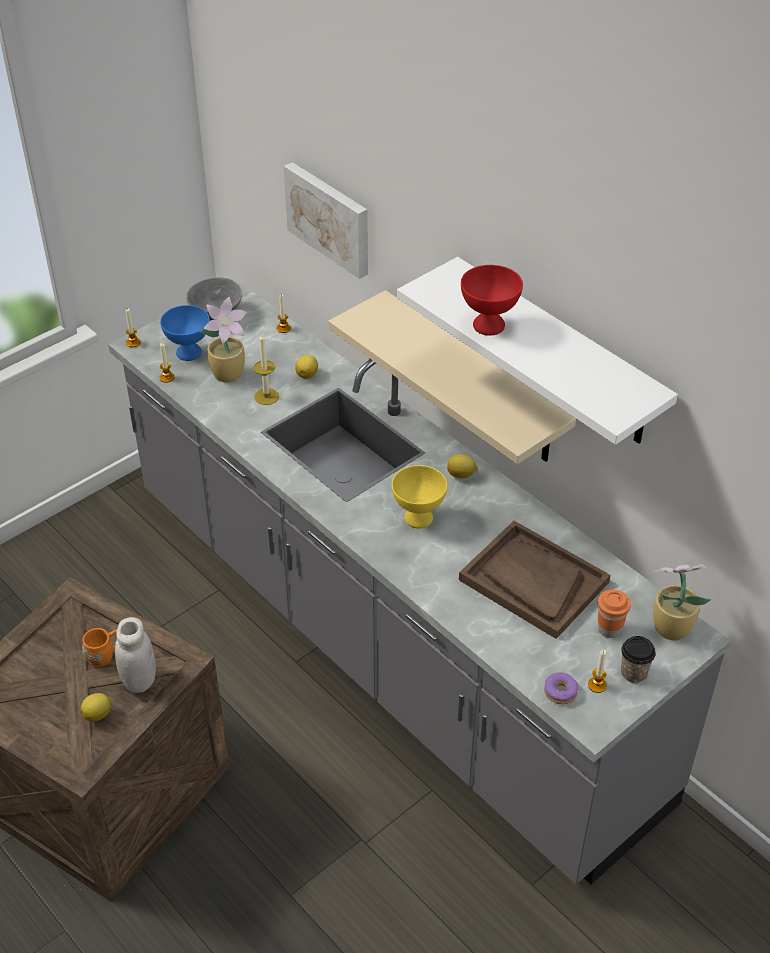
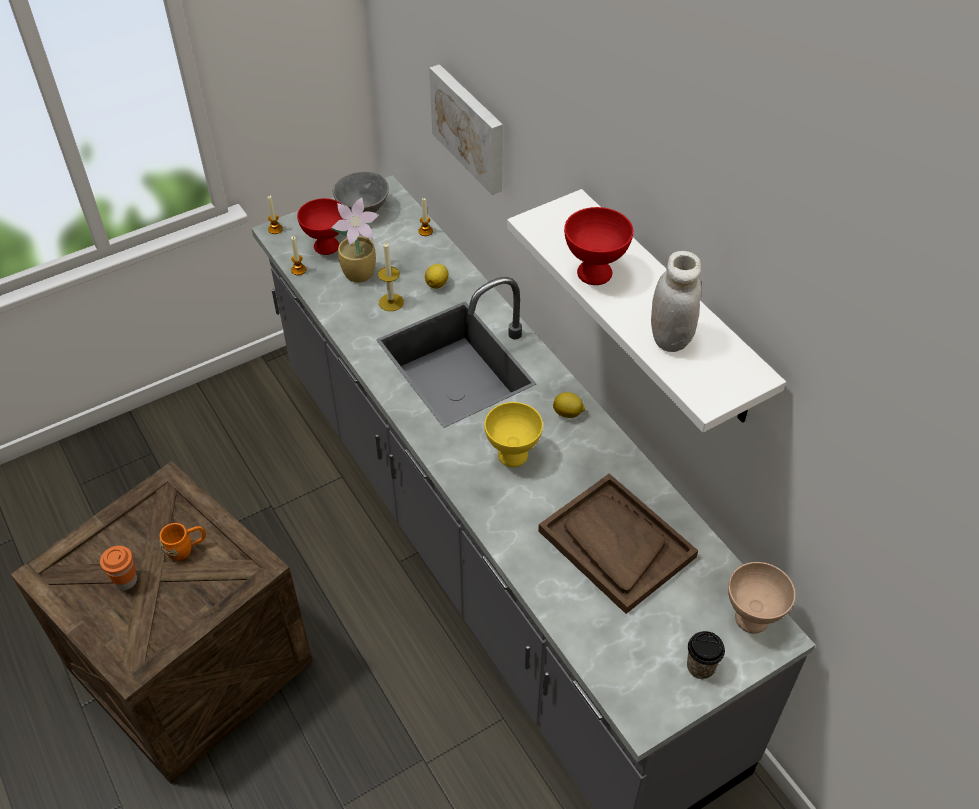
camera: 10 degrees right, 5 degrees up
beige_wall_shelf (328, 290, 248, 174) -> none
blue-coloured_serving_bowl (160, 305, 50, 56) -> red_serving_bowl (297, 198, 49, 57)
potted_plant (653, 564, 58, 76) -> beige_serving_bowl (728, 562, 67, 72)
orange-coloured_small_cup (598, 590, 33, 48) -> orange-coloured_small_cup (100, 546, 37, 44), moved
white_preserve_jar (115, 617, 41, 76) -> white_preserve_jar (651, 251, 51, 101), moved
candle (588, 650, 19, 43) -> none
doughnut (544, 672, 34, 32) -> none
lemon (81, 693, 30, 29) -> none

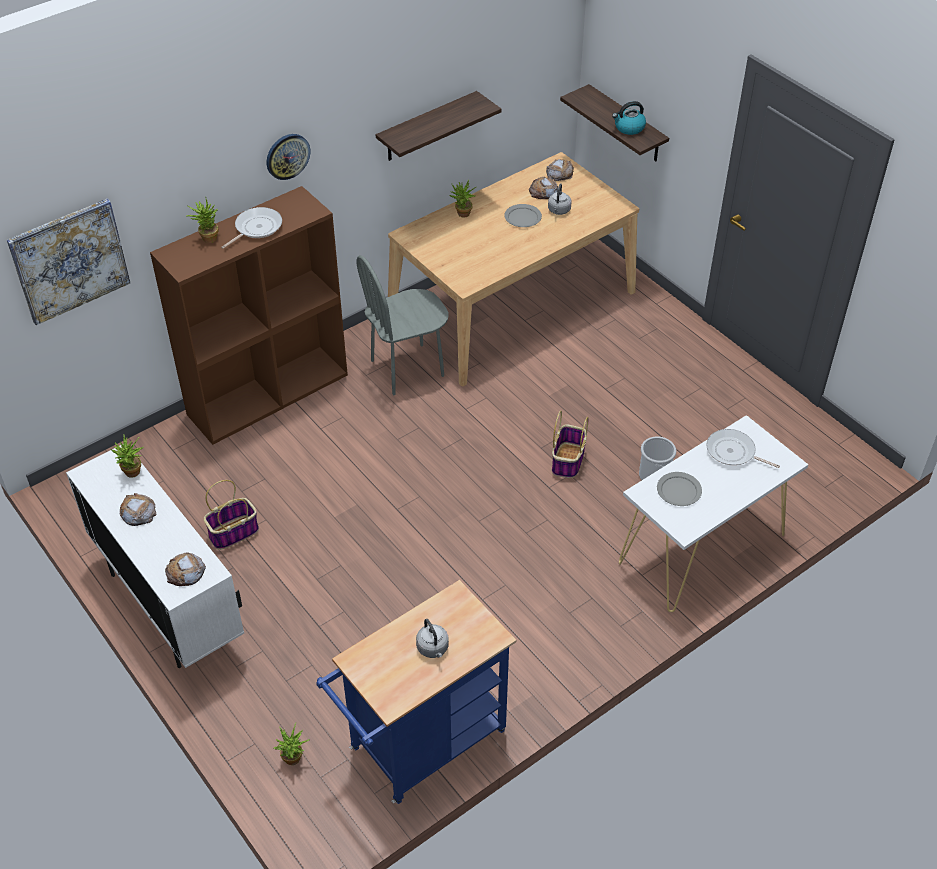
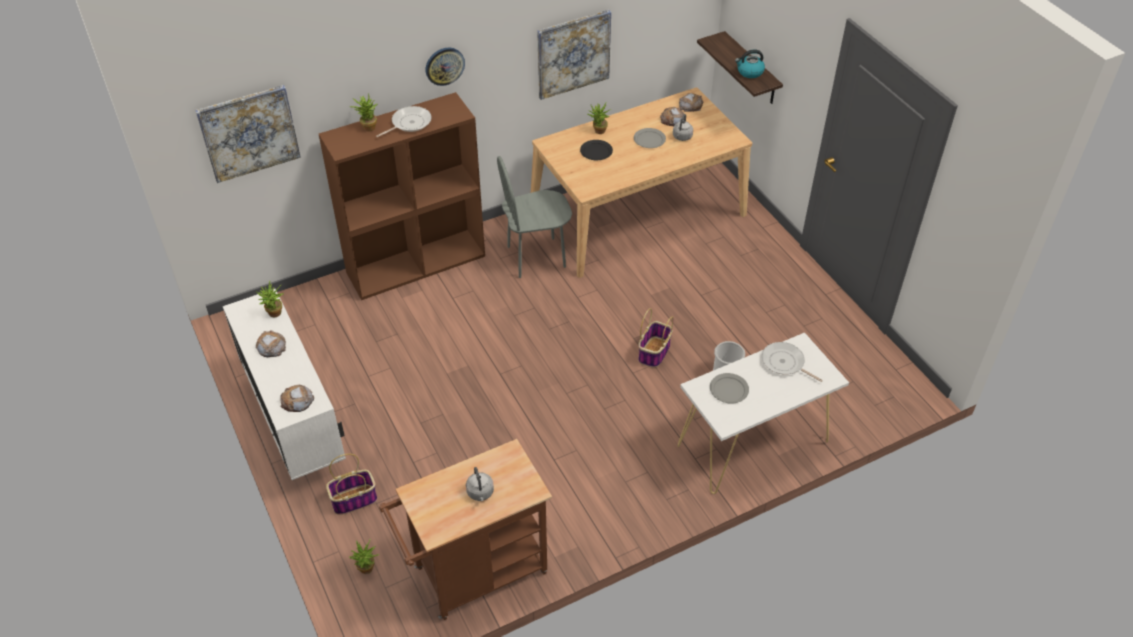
camera: 10 degrees right, 0 degrees up
wall_shelf (376, 91, 126, 70) -> wall_art (537, 10, 74, 90)
household_basket (204, 480, 55, 70) -> household_basket (326, 454, 52, 61), moved
blue-coloured_cart (316, 580, 200, 224) -> brown_cart (379, 439, 173, 181)
none -> blackish_plate (580, 140, 33, 20)

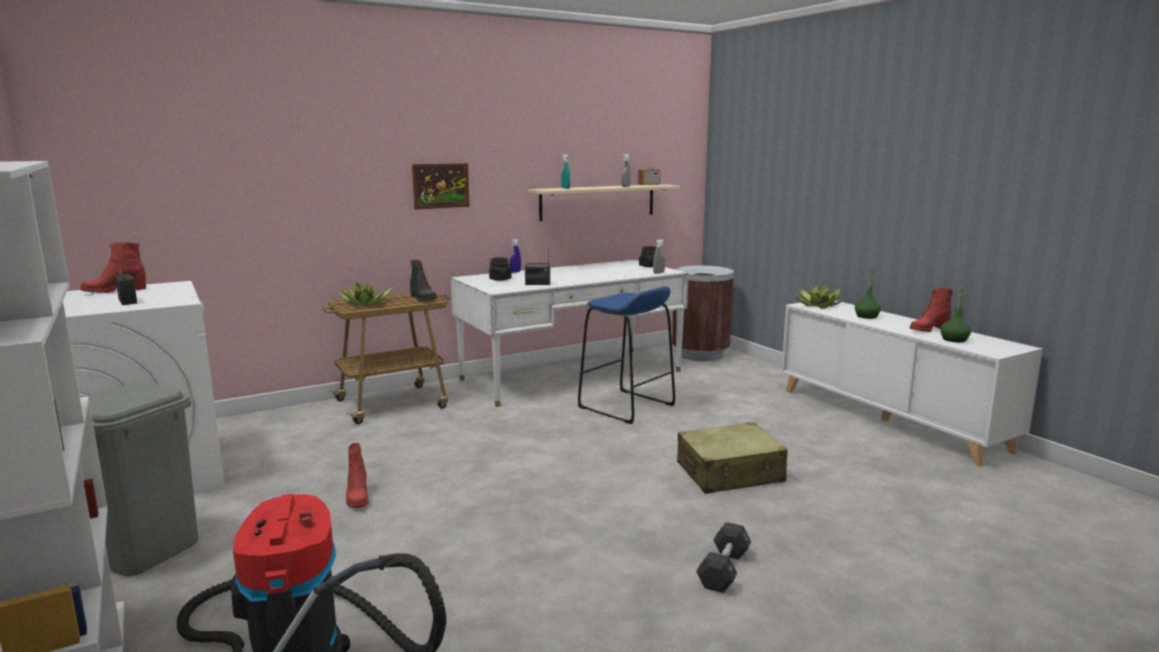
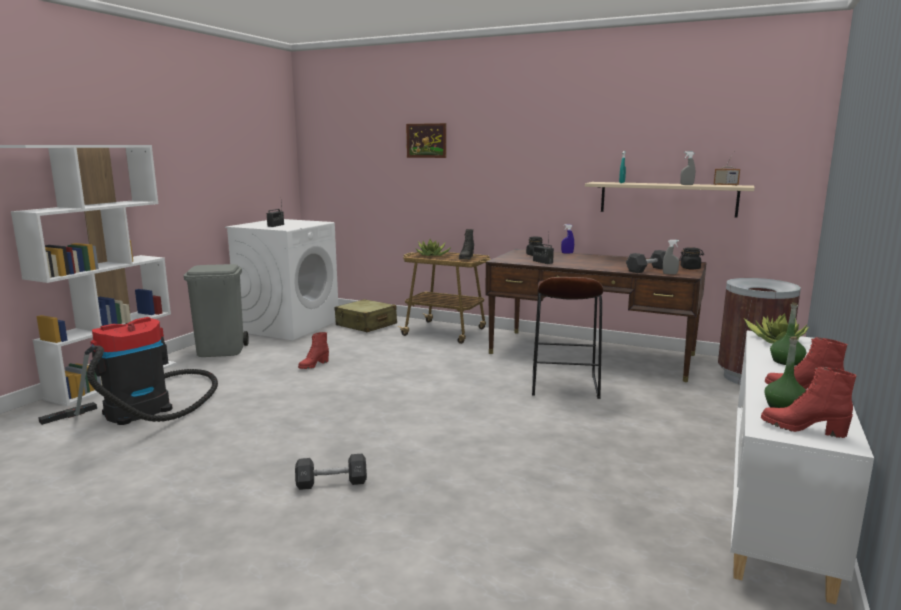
camera: 55 degrees right, 0 degrees up
wall_art (412, 163, 58, 46) -> wall_art (406, 123, 40, 35), moved
red_tall_boot (80, 242, 66, 51) -> red_tall_boot (761, 367, 96, 71), moved
white_desk_unit (450, 260, 238, 147) -> brown_desk_unit (485, 249, 222, 133)
blue-coloured_stool_seat (578, 286, 97, 138) -> brown_stool_seat (532, 277, 71, 122)
beige_piece_of_luggage (677, 422, 111, 72) -> beige_piece_of_luggage (334, 299, 63, 33), moved
none -> blackish_hand_weight (626, 250, 40, 23)

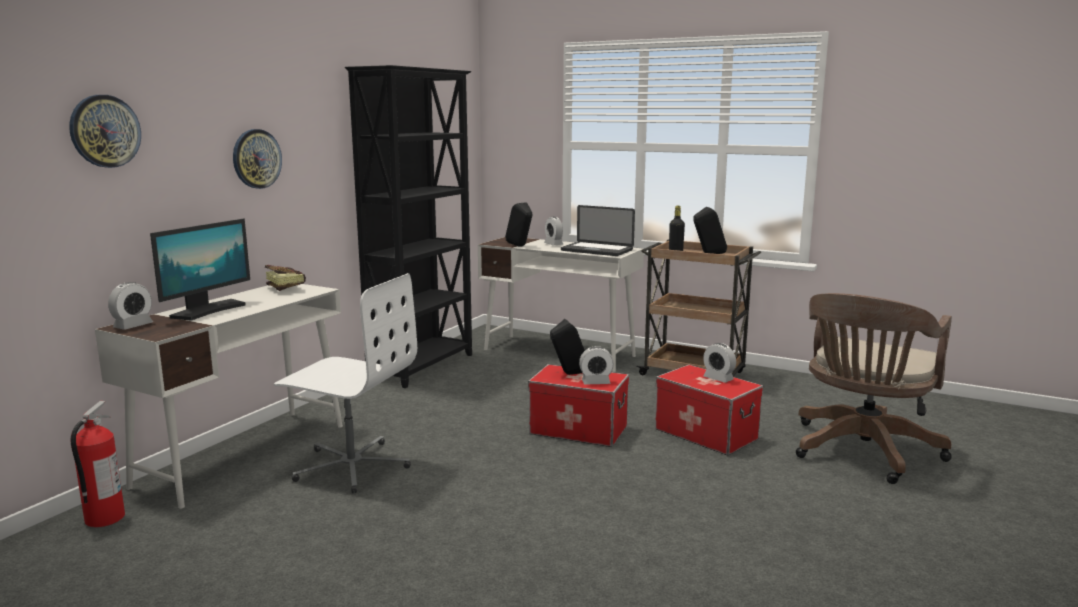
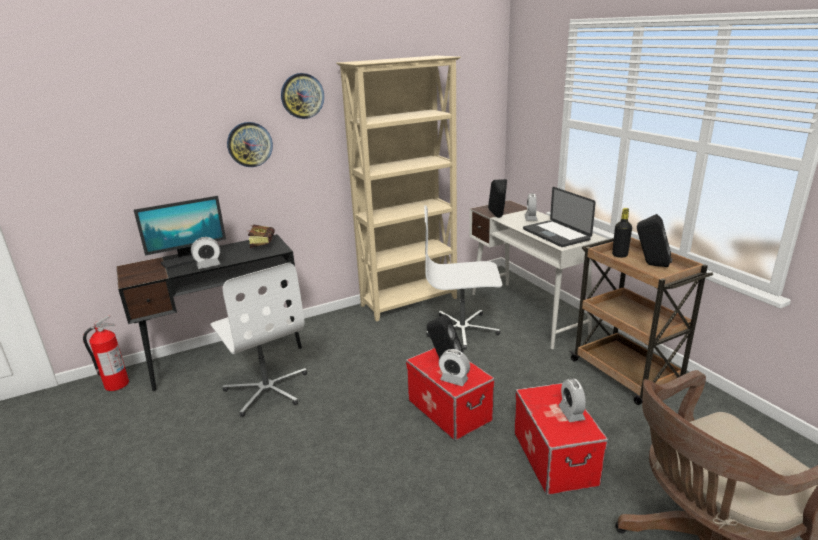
camera: 35 degrees right, 10 degrees up
blackish_bookshelf (345, 65, 127, 323) -> beige_bookshelf (336, 56, 125, 266)
hanging_clock (69, 95, 72, 73) -> hanging_clock (281, 73, 43, 46), moved
bedside_clock (108, 282, 45, 48) -> bedside_clock (191, 237, 29, 32), moved
white_desk_unit (95, 284, 248, 225) -> blackish_desk_unit (117, 234, 185, 157)
none -> white_office_chair (425, 205, 77, 145)

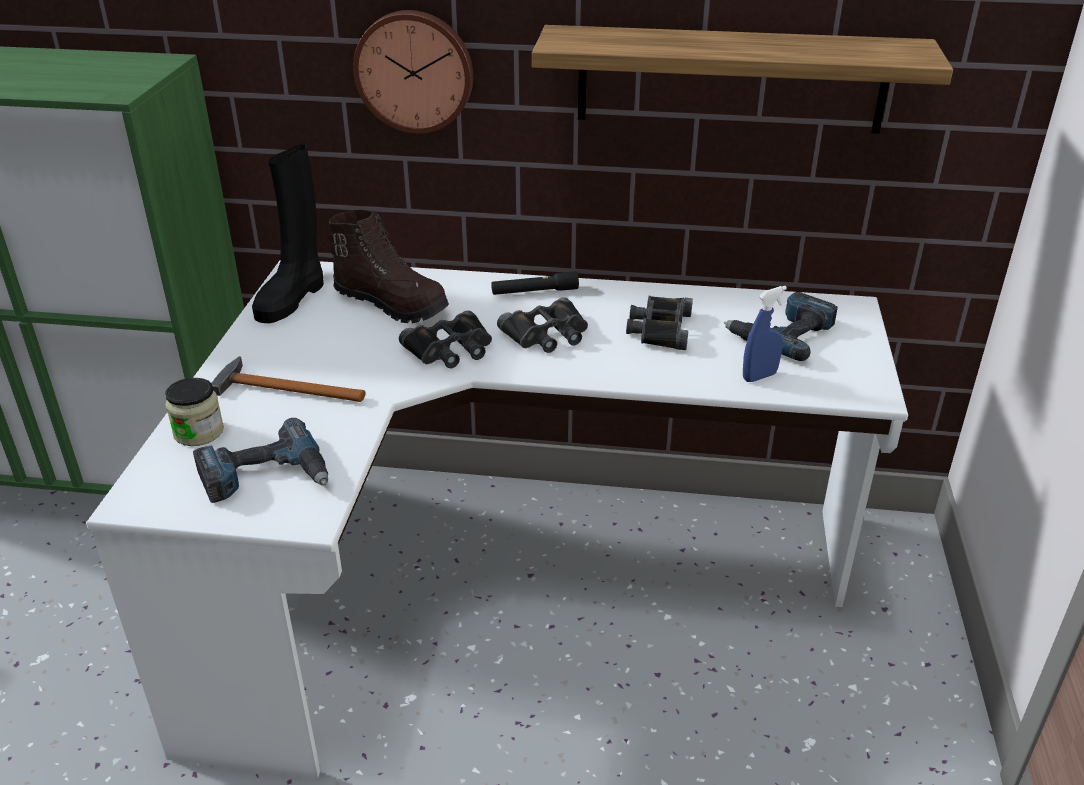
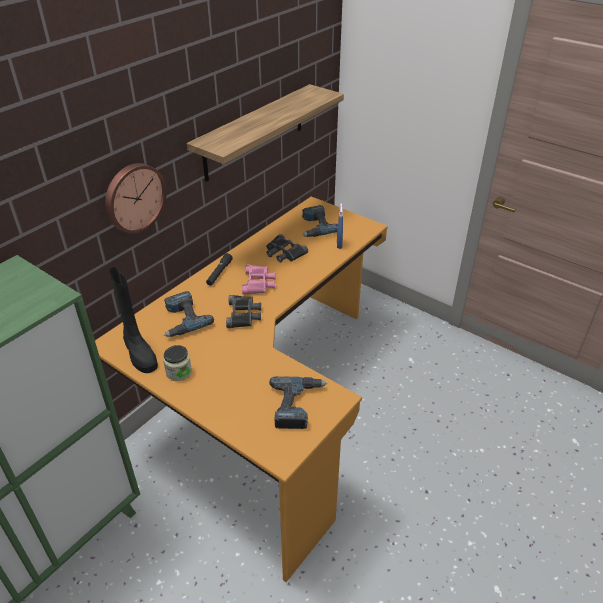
camera: 60 degrees left, 5 degrees up
brown_tall_boot (327, 210, 122, 113) -> electric_drill (164, 291, 50, 46)
white_desk_unit (86, 261, 822, 517) -> orange-coloured_desk_unit (95, 196, 293, 386)
blackish_pair_of_binoculars (497, 297, 91, 56) -> pinkish_pair_of_binoculars (242, 264, 34, 30)
tool_hammer (212, 356, 153, 46) -> none
preserve_jar (165, 378, 59, 68) -> preserve_jar (163, 345, 29, 36), moved

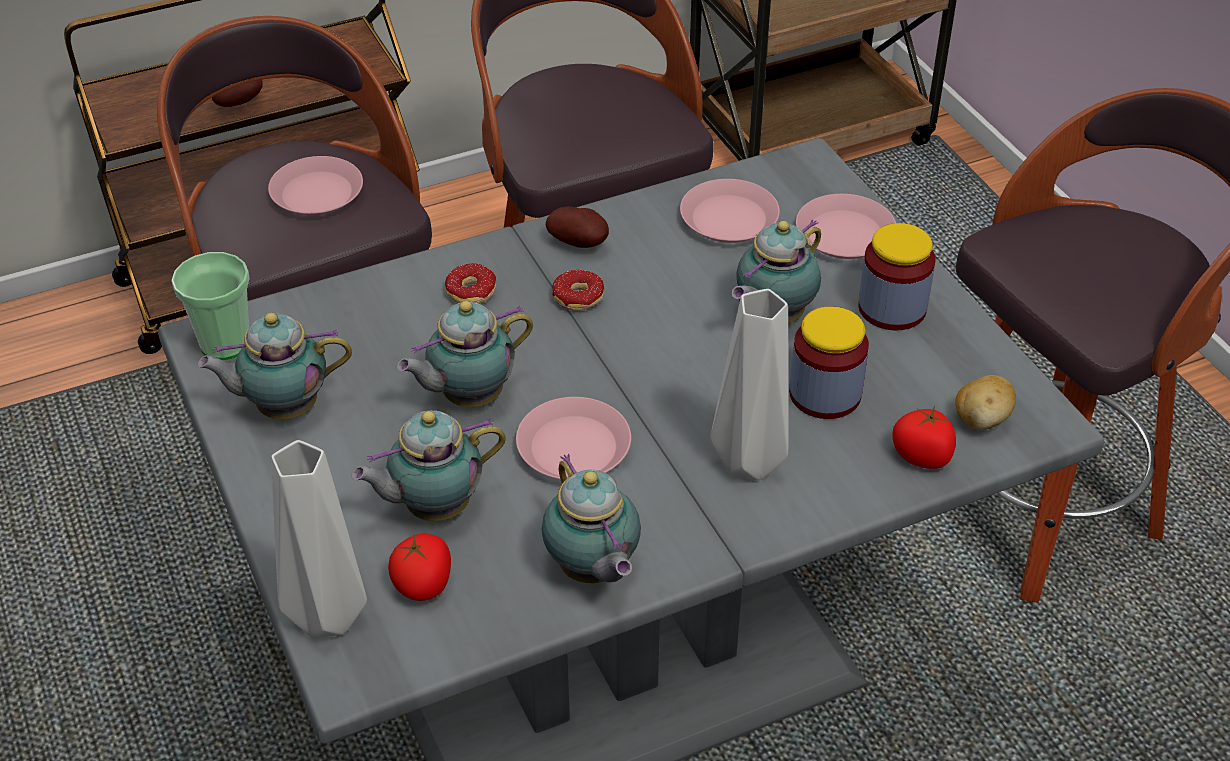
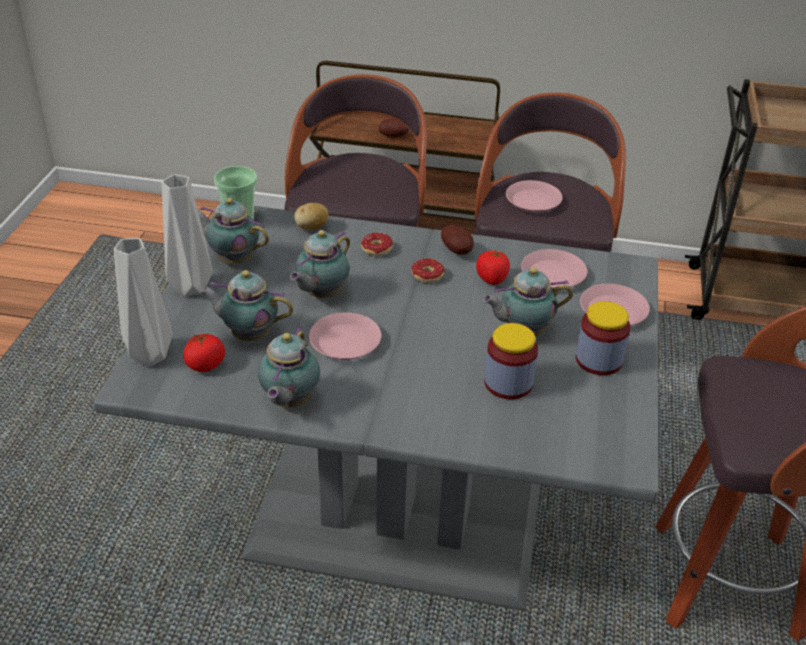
camera: 35 degrees right, 5 degrees down
pinkish_plate (268, 156, 95, 60) -> pinkish_plate (506, 180, 57, 33), moved
gray_flower_vase (710, 289, 78, 192) -> gray_flower_vase (162, 174, 51, 123), moved
tea_pot (397, 301, 136, 106) -> tea_pot (290, 230, 60, 68), 60 degrees counterclockwise
potato (955, 375, 61, 55) -> potato (294, 203, 34, 27), moved
fresh_tomato (892, 405, 64, 64) -> fresh_tomato (476, 250, 34, 35), moved

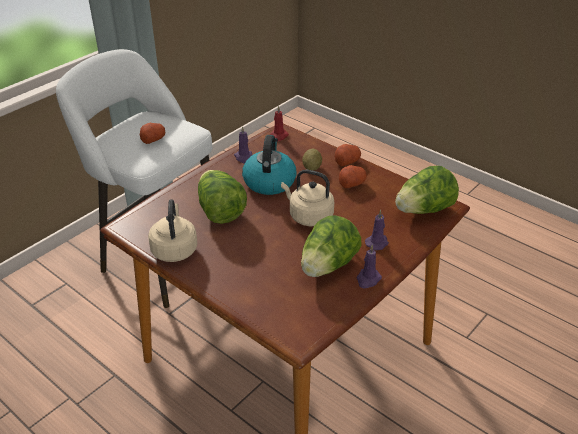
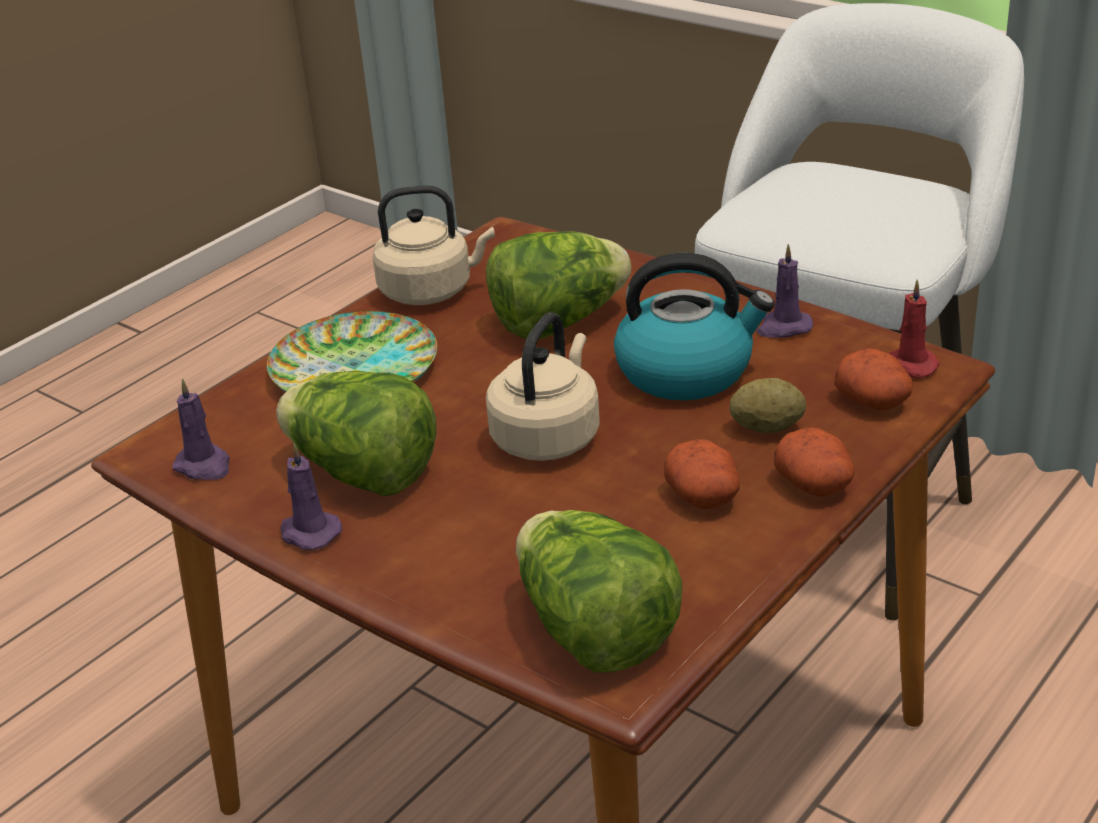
camera: 90 degrees right, 5 degrees down
potato (140, 123, 26, 21) -> potato (835, 348, 78, 63), moved
purple-coloured_candle (365, 210, 24, 41) -> purple-coloured_candle (172, 379, 58, 101), moved
none -> plate (267, 311, 170, 81)

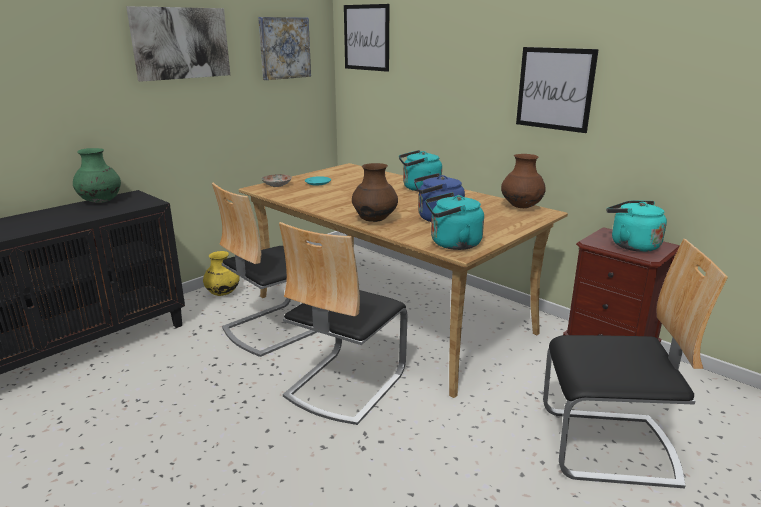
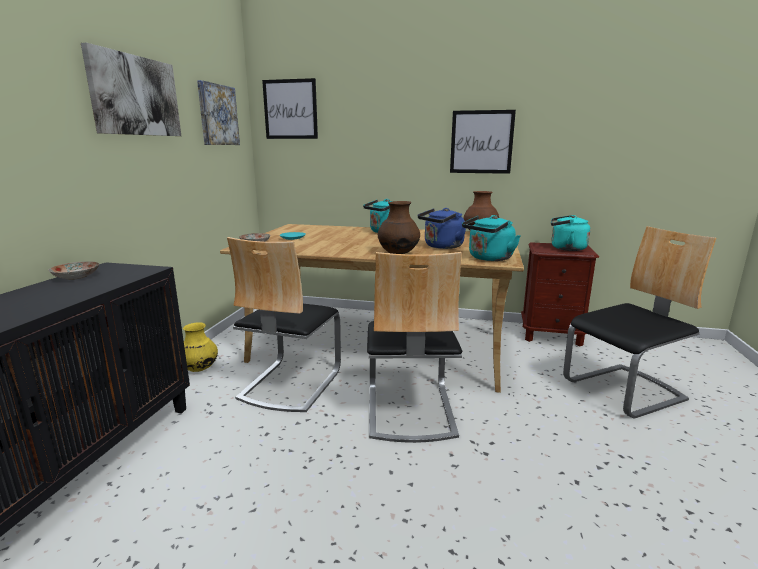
camera: 30 degrees left, 5 degrees down
green-coloured_flower_vase (73, 148, 48, 55) -> plate (48, 261, 51, 19)

